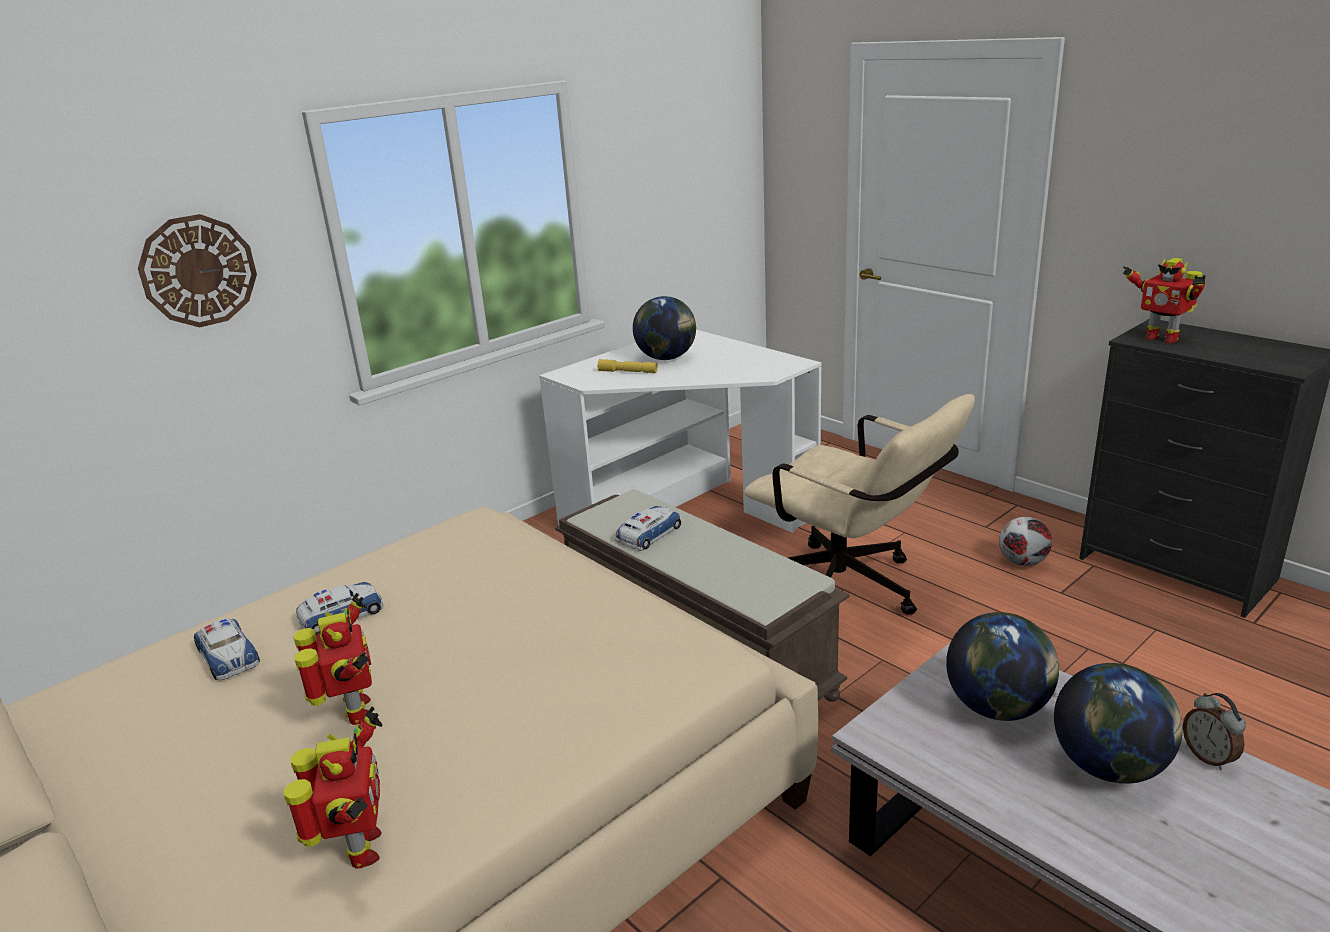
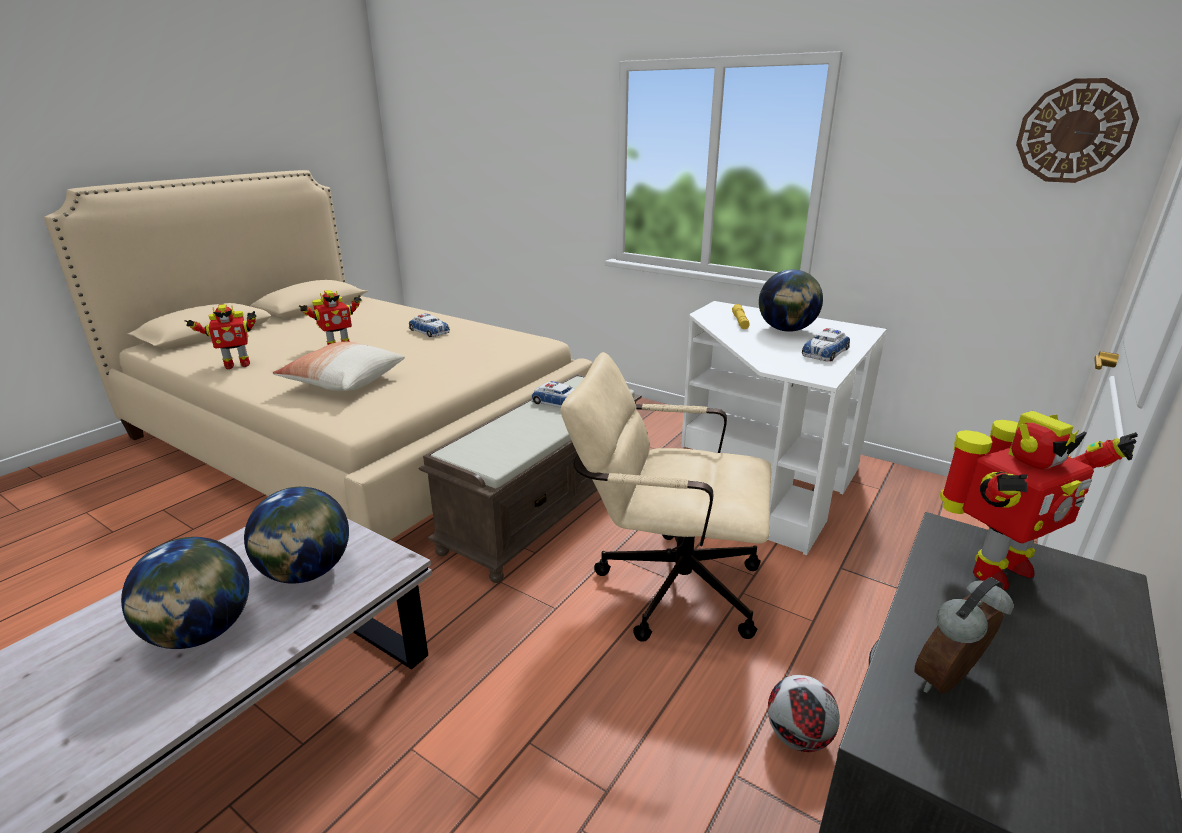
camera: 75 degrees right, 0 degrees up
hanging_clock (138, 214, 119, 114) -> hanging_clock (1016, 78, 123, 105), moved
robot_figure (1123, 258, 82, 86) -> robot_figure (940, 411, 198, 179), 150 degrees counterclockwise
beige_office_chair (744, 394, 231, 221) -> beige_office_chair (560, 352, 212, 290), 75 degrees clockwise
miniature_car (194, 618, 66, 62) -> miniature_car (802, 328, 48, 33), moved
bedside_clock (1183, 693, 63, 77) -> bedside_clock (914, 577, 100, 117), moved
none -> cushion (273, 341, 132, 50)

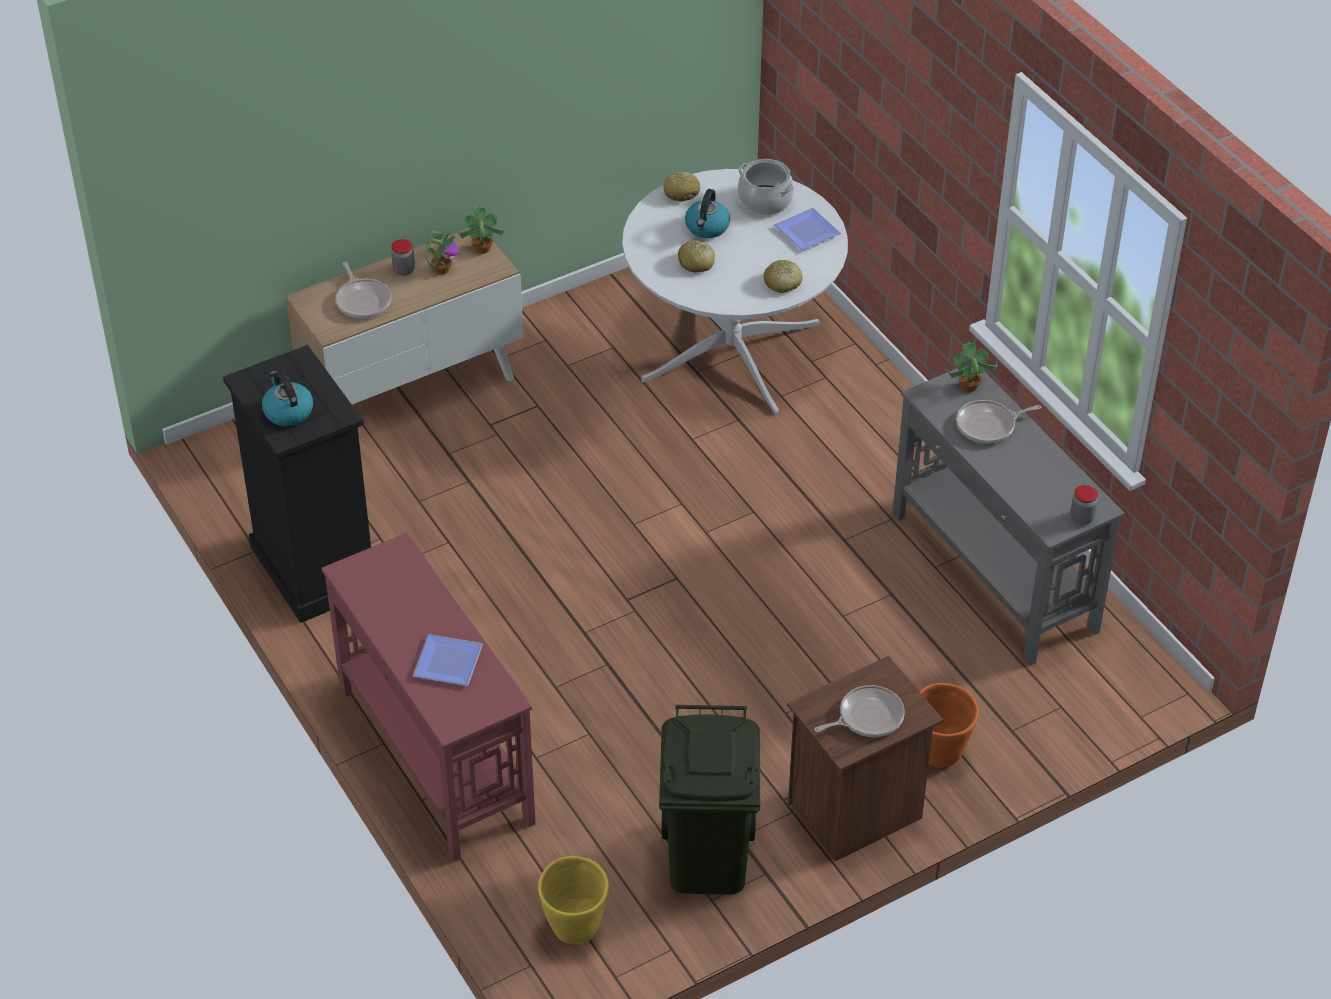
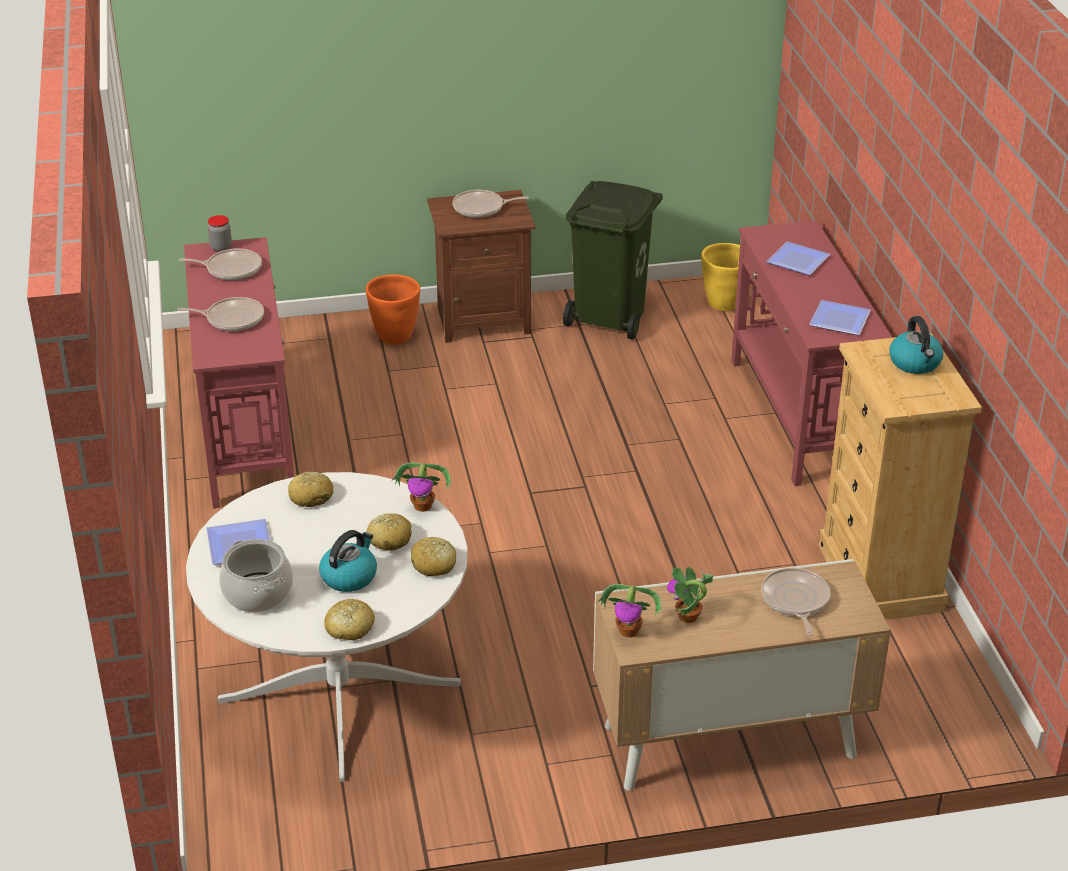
camera: 160 degrees left, 10 degrees down
preserve_jar (391, 239, 24, 37) -> none
potted_plant (946, 342, 51, 50) -> potted_plant (392, 463, 59, 49), moved
blackish_dresser (223, 345, 148, 278) -> beige_dresser (818, 333, 164, 287)
gray_console_table (893, 367, 232, 299) -> red_console_table (184, 237, 110, 271)
none -> skillet (179, 248, 83, 32)
none -> plate (809, 300, 62, 35)
none -> bakery_bread (411, 537, 45, 39)

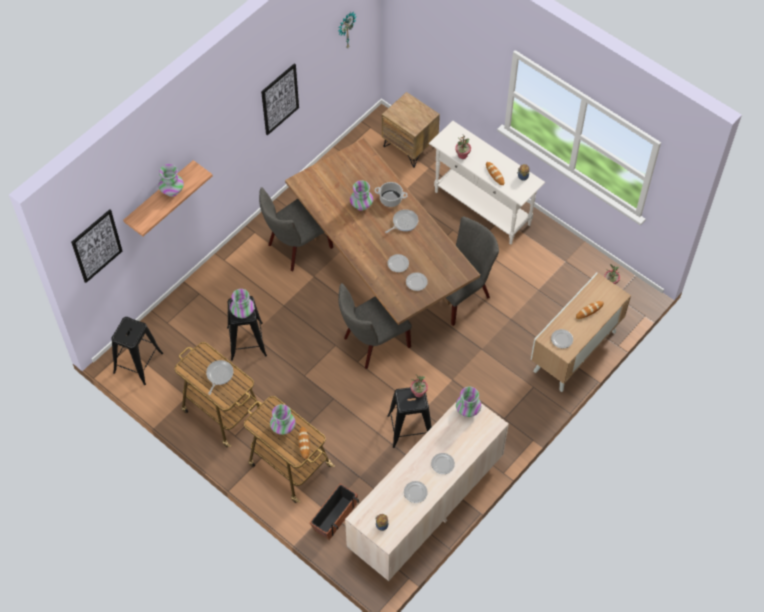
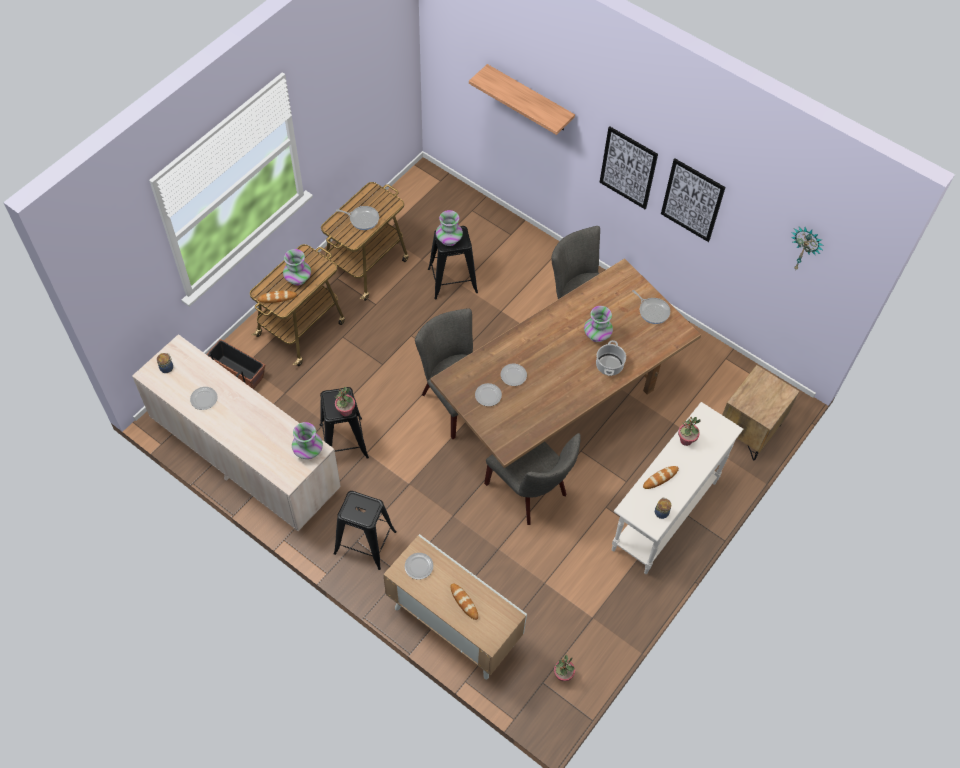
camera: 85 degrees right, 0 degrees up
flower_vase (158, 164, 26, 33) -> none
wall_art (71, 209, 51, 74) -> wall_art (599, 126, 59, 83), moved
skillet (385, 209, 33, 24) -> skillet (632, 290, 38, 34), moved
blackish_stool_seat (111, 317, 52, 68) -> blackish_stool_seat (334, 491, 63, 79), moved
plate (431, 453, 24, 21) -> none

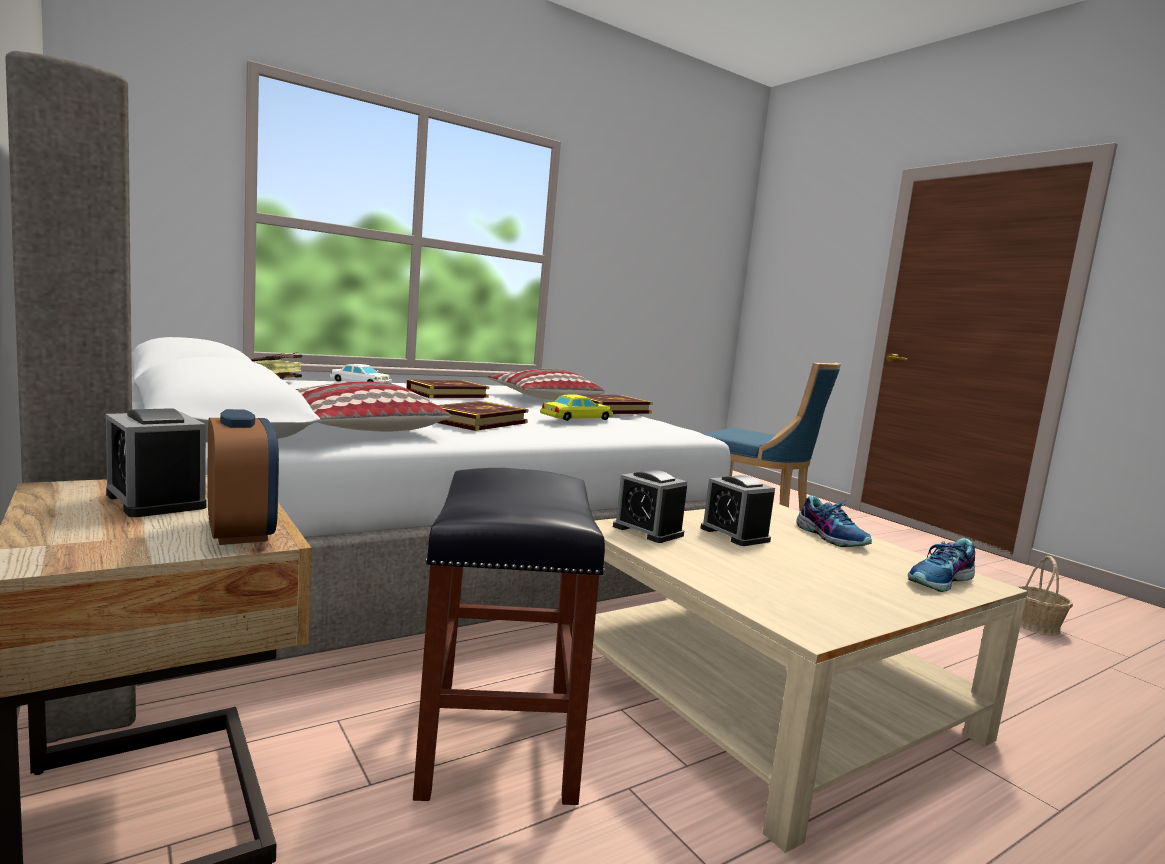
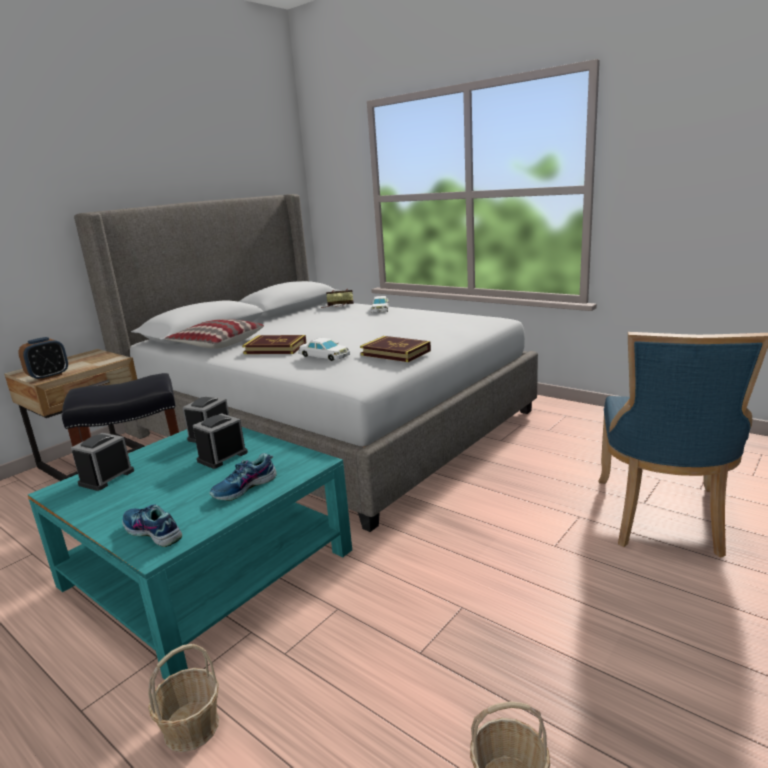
camera: 75 degrees right, 10 degrees up
cushion (487, 369, 118, 31) -> none
bound_book (406, 380, 83, 18) -> none
yellow-coloured_miniature_car (540, 395, 73, 26) -> white_miniature_car (298, 338, 52, 23)
bedside_clock (106, 408, 101, 109) -> bedside_clock (71, 433, 63, 58), moved
beige_low_table (572, 502, 456, 351) -> turquoise-coloured_low_table (28, 427, 324, 253)
none -> household_basket (148, 644, 71, 108)

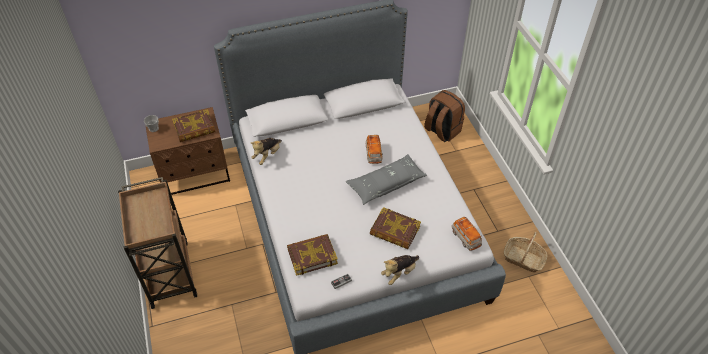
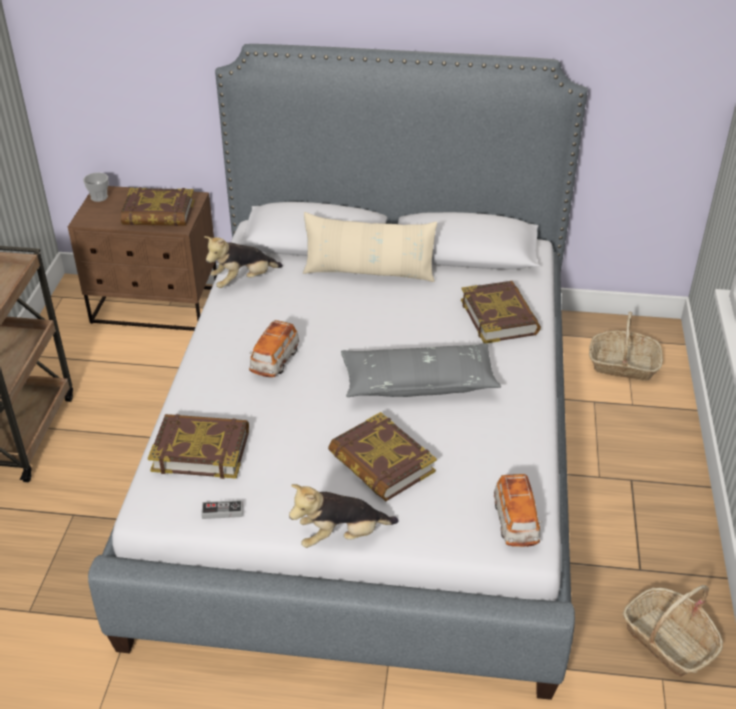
camera: 25 degrees right, 10 degrees down
brown_knapsack (424, 90, 41, 52) -> household_basket (589, 312, 74, 69)
miniature_car (366, 135, 17, 29) -> miniature_car (249, 320, 50, 57), moved
none -> beige_cushion (303, 212, 134, 70)
none -> bound_book (461, 281, 80, 62)

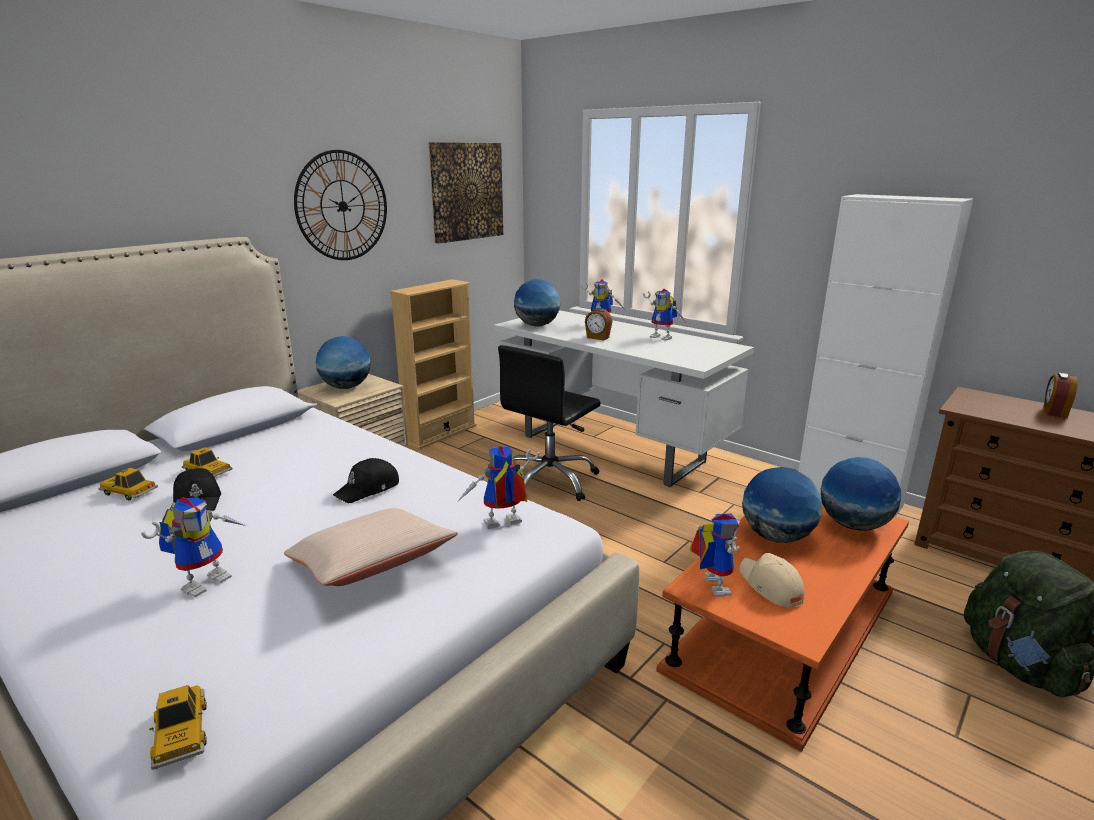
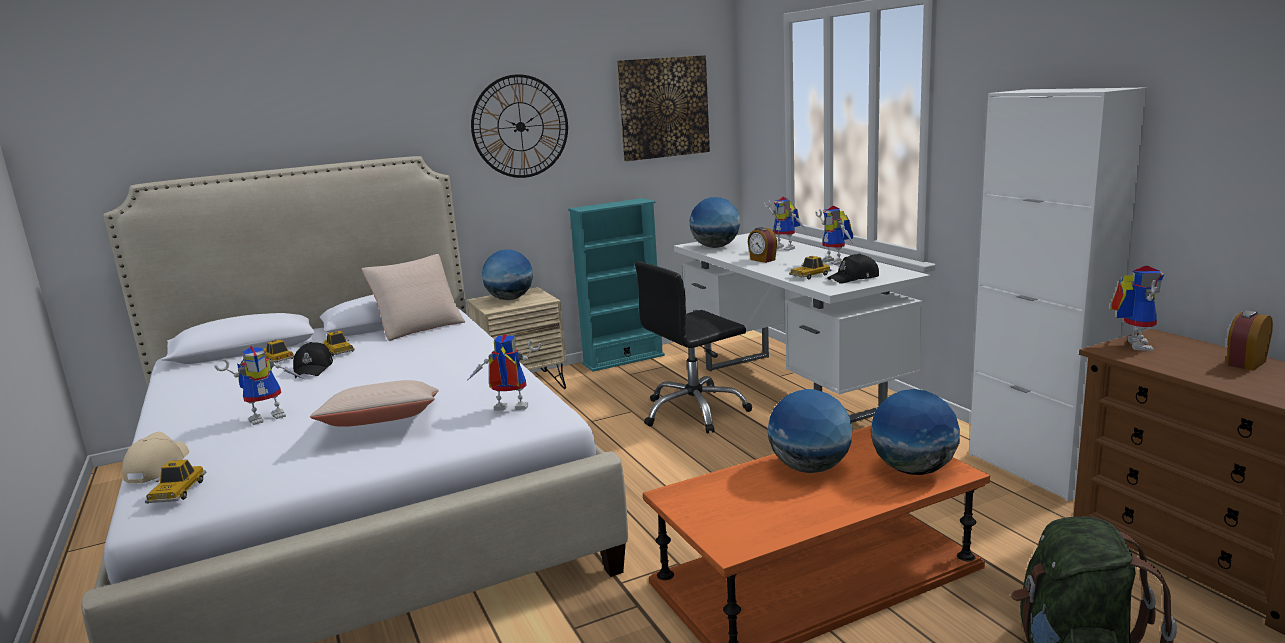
camera: 25 degrees right, 5 degrees down
beige_bookshelf (390, 279, 86, 170) -> turquoise-coloured_bookshelf (568, 198, 97, 174)
blackish_baseball_cap (333, 458, 66, 45) -> blackish_baseball_cap (827, 253, 52, 31), moved
robot_figure (690, 513, 50, 83) -> robot_figure (1110, 266, 54, 85), moved
beige_baseball_cap (740, 553, 65, 55) -> beige_baseball_cap (122, 432, 67, 51), moved
none -> beige_cushion (362, 254, 103, 87)
none -> miniature_car (789, 256, 43, 23)

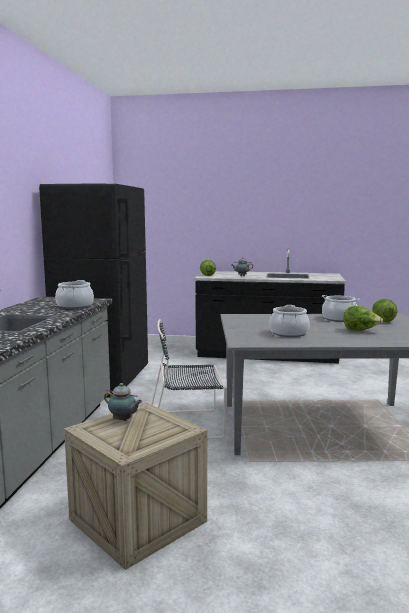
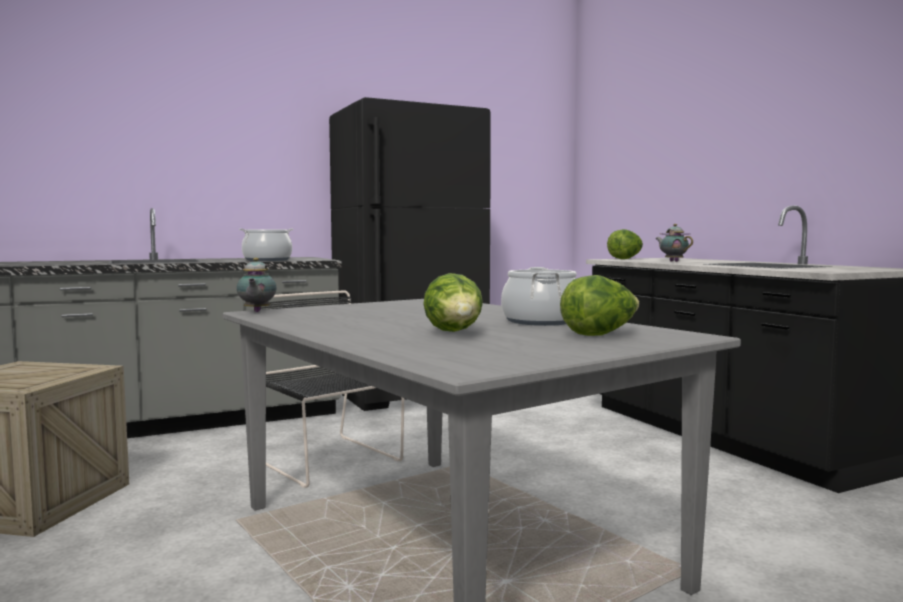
camera: 55 degrees right, 5 degrees down
saucepot (269, 305, 41, 32) -> none
tea_pot (104, 383, 38, 38) -> tea_pot (237, 258, 40, 54), moved

